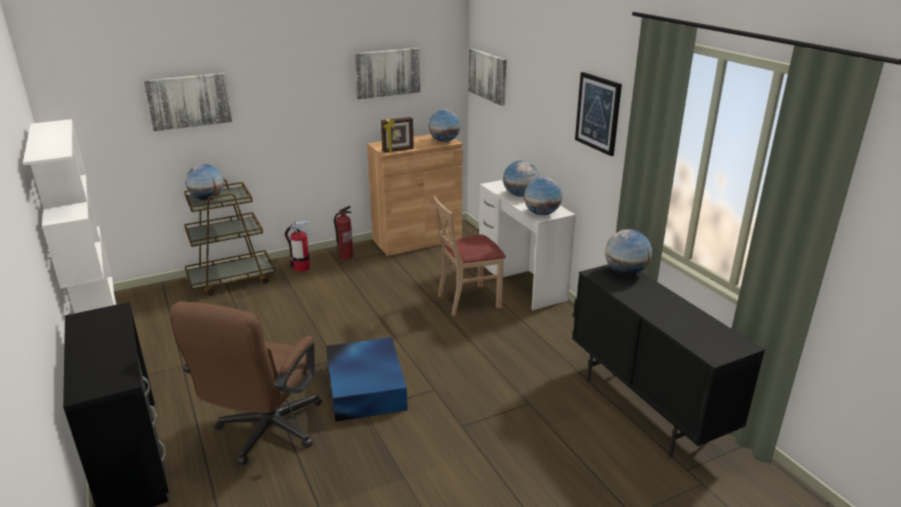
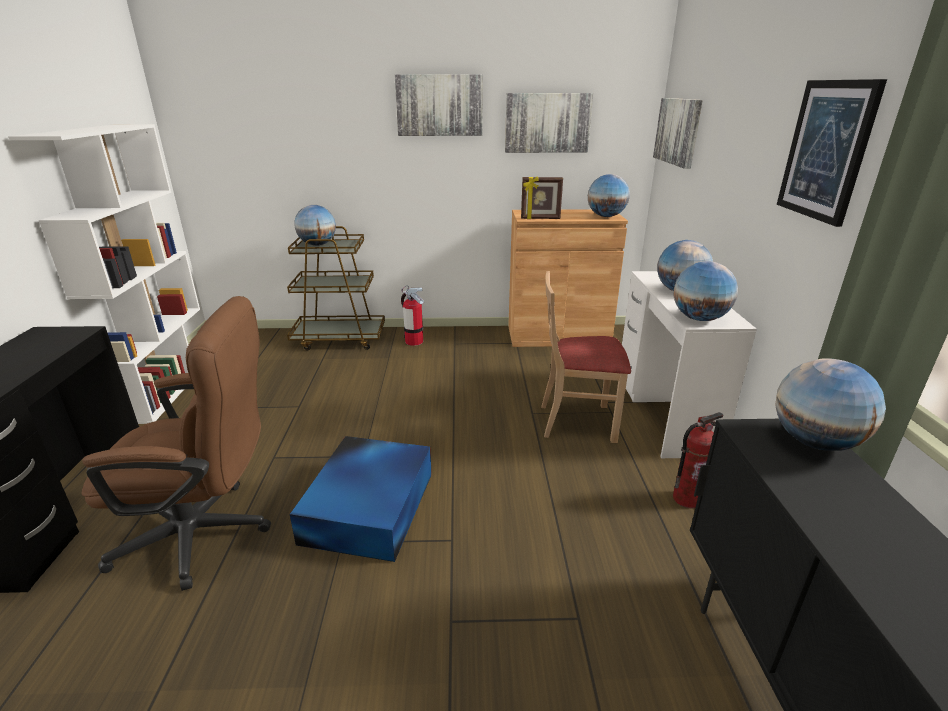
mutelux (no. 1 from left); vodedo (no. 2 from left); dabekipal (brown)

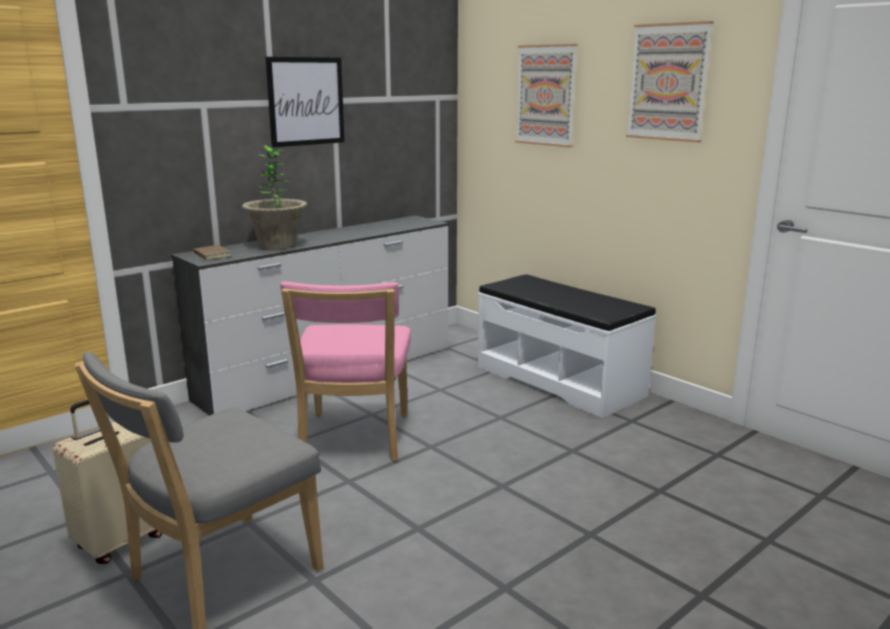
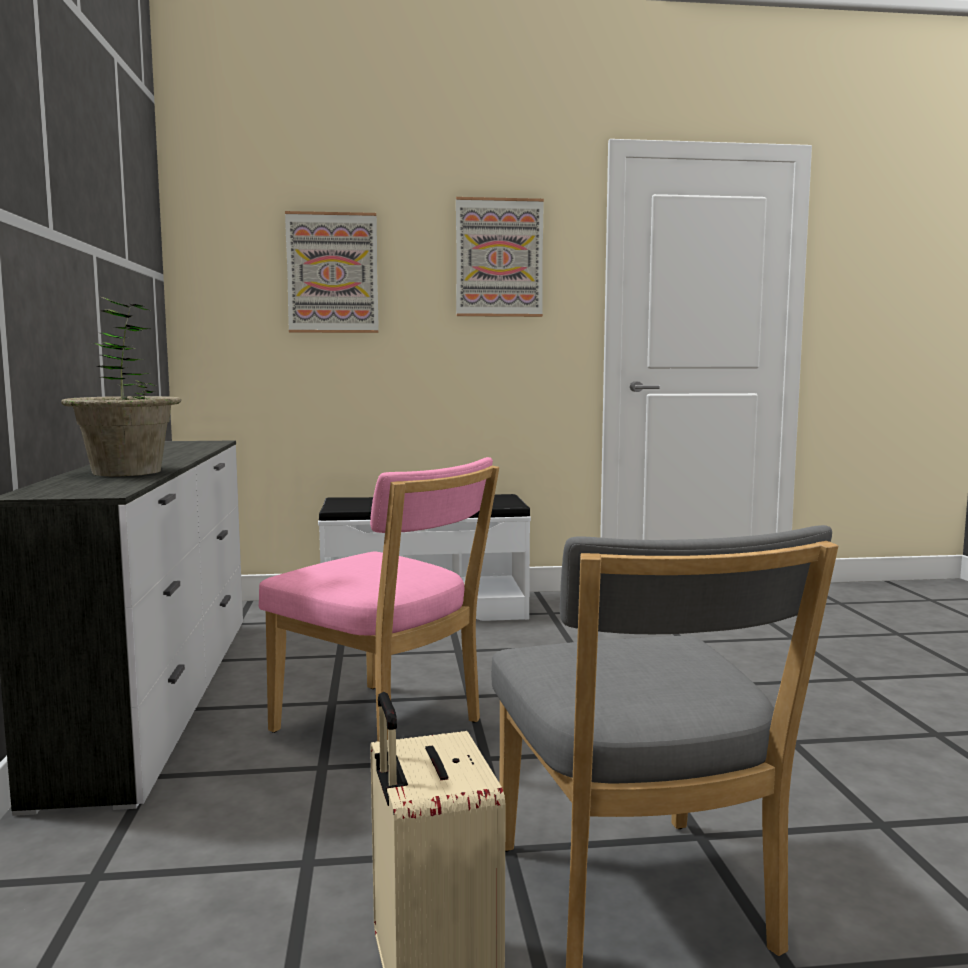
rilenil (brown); mutelux (no. 1 from left in the first image)

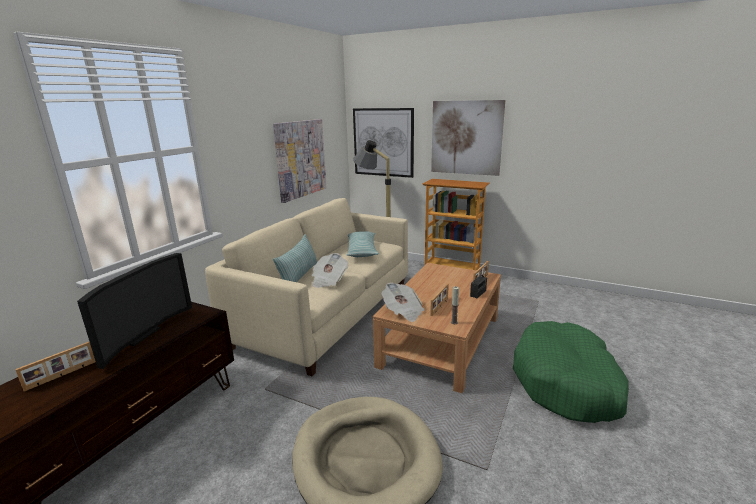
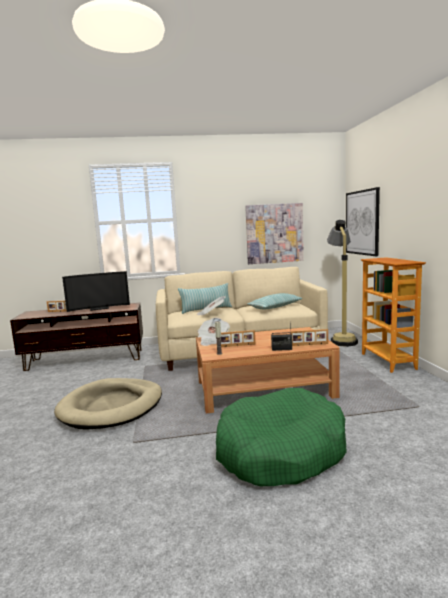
mutelux (no. 3 from left in the first image)

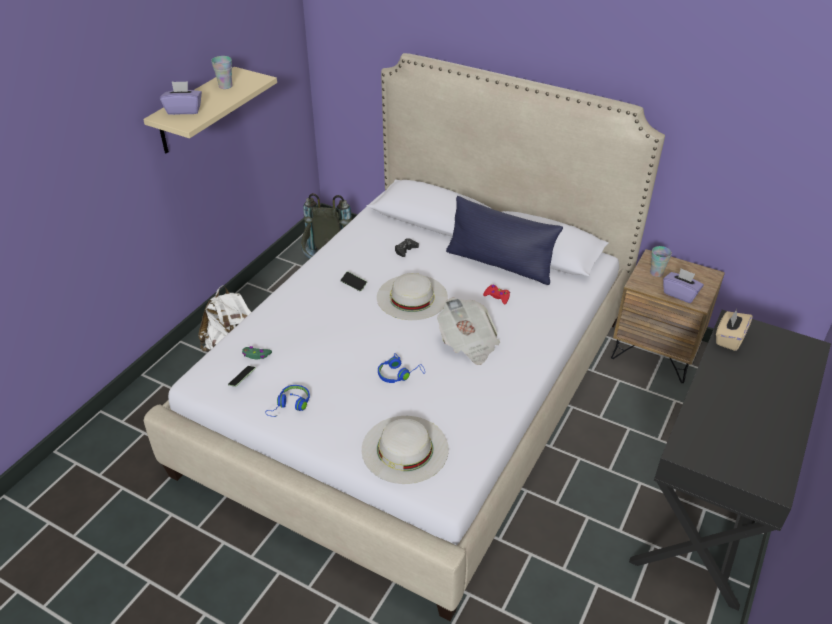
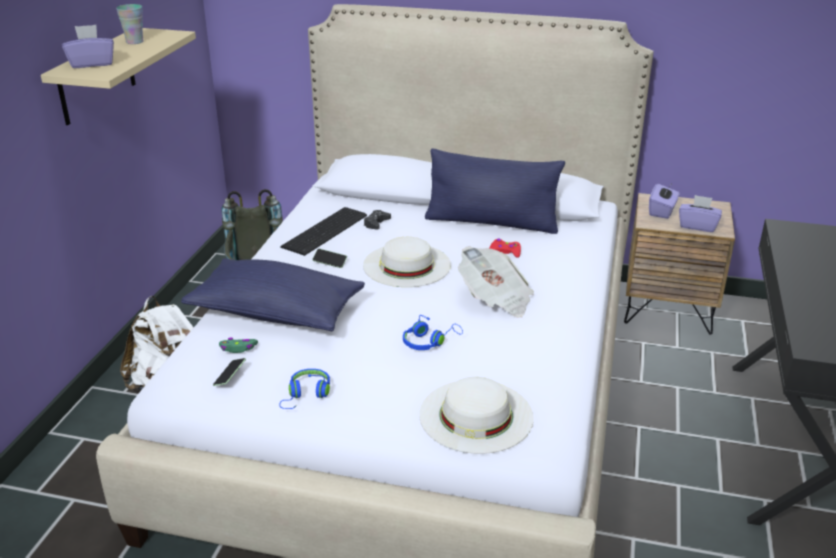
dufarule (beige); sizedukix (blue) (no. 1 from left); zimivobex; dufarule (purple) (no. 2 from left)

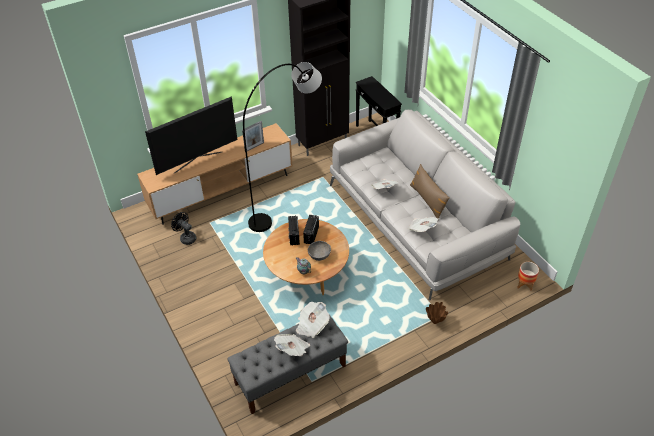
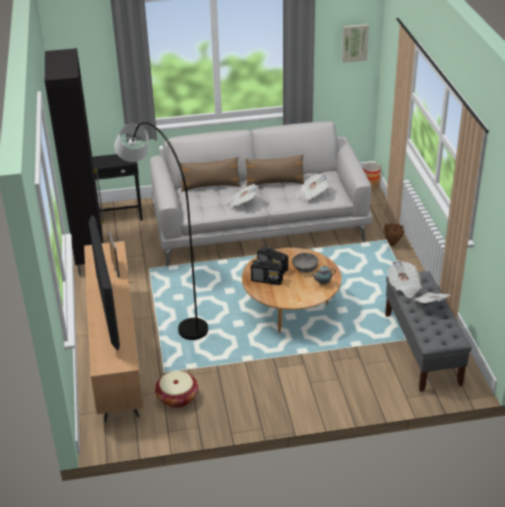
sizedukix (brown) (no. 1 from left); mutelux; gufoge

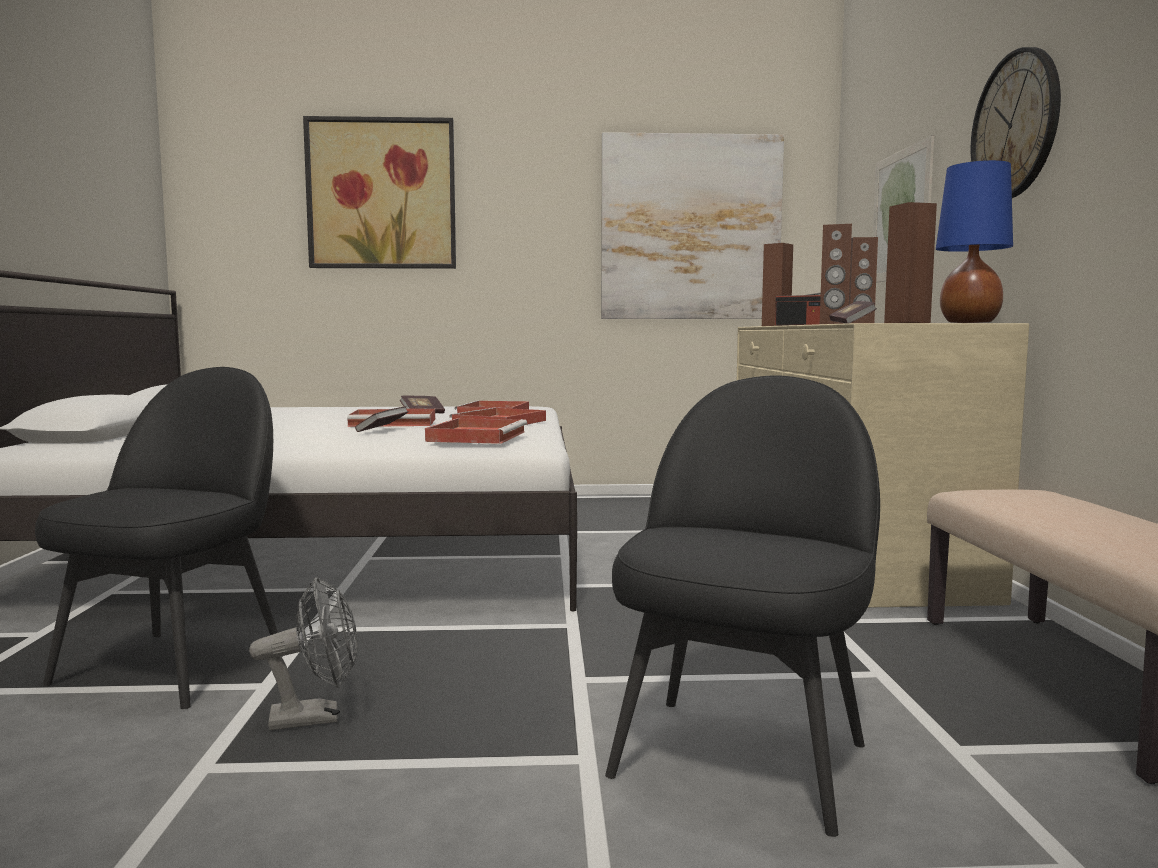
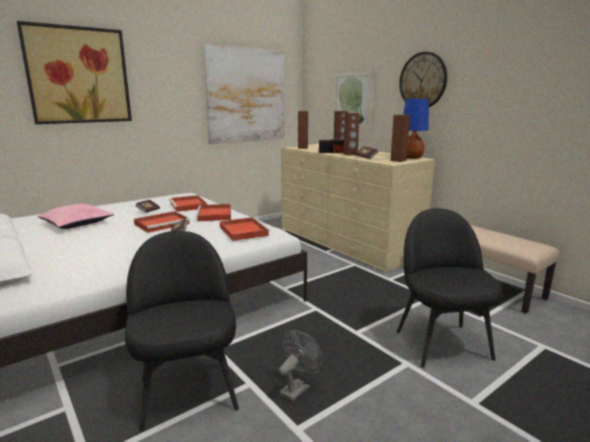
sizedukix (pink)

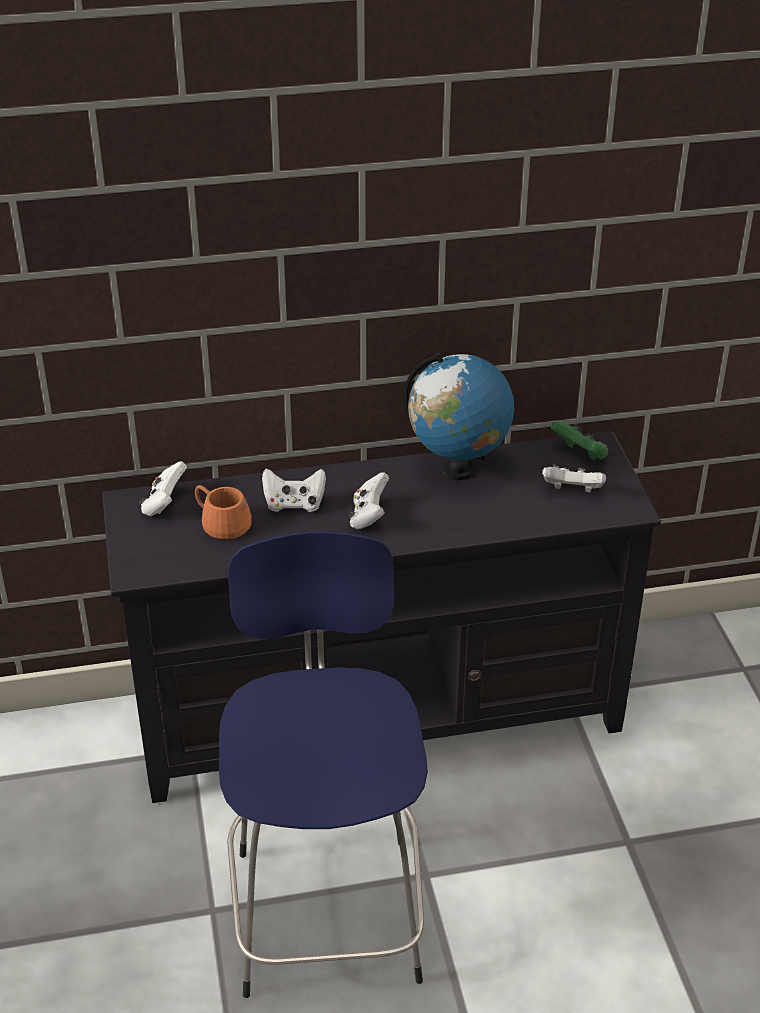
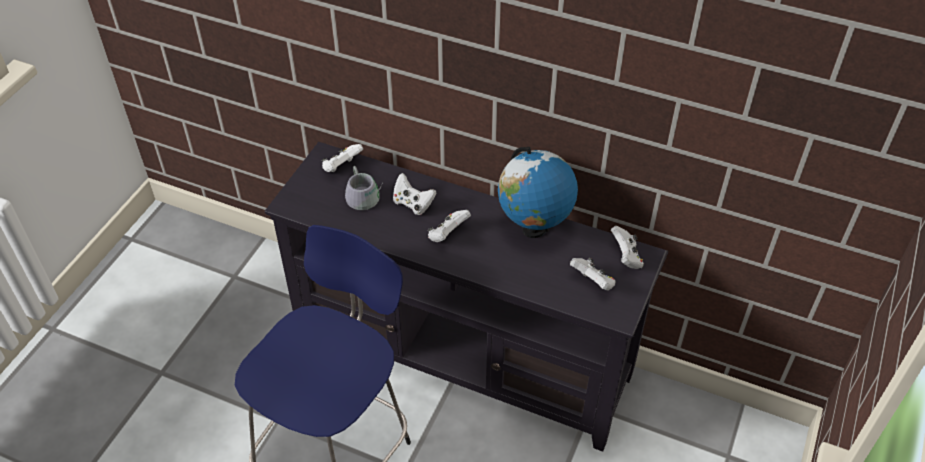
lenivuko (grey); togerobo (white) (no. 5 from left)

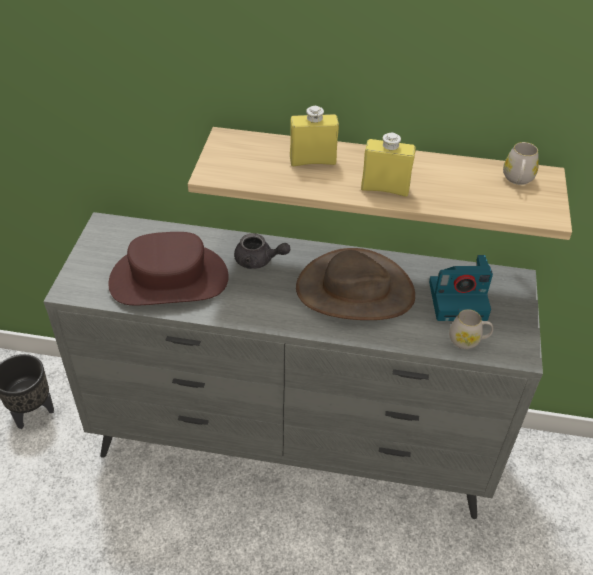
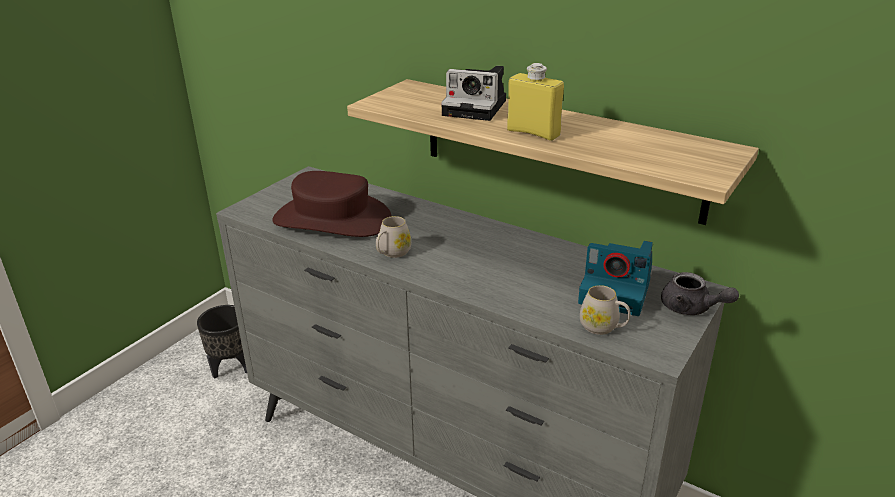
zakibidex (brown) (no. 2 from left in the first image); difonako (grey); lenivuko (white) (no. 1 from left); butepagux (no. 1 from left)

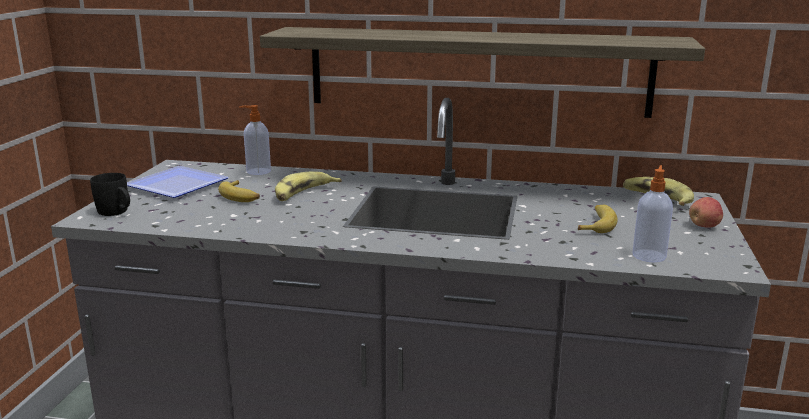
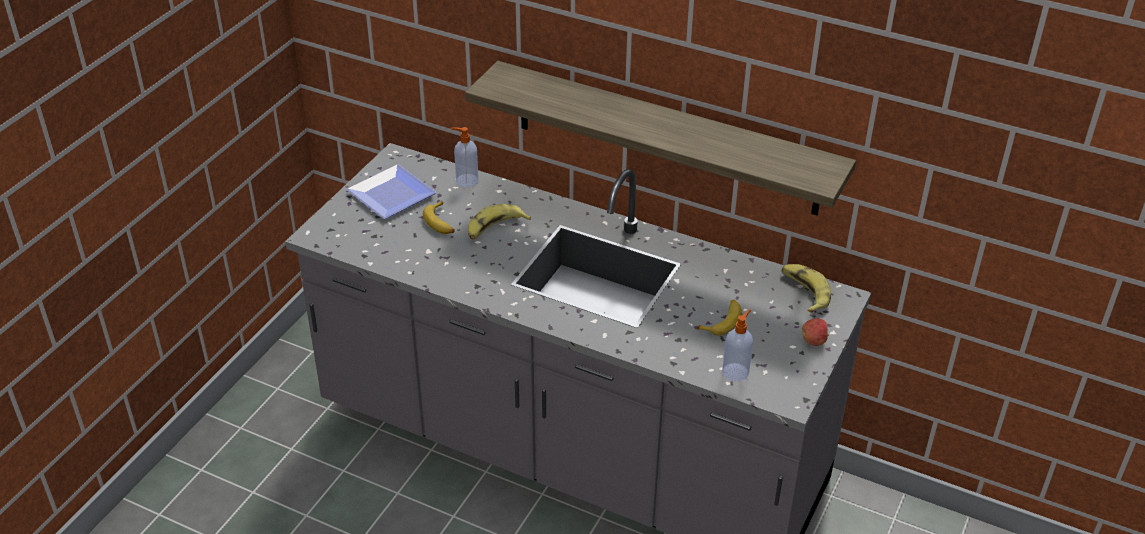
lenivuko (black)

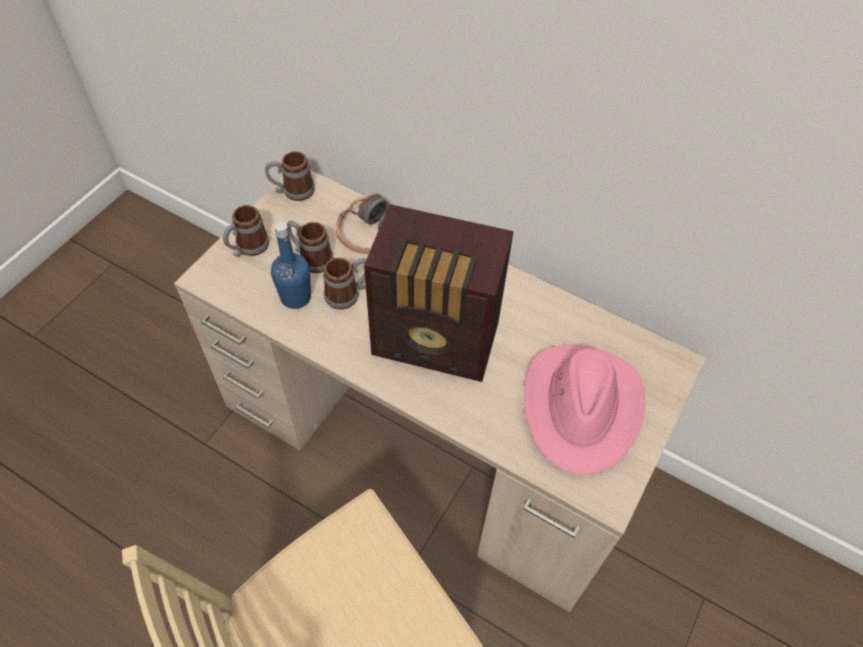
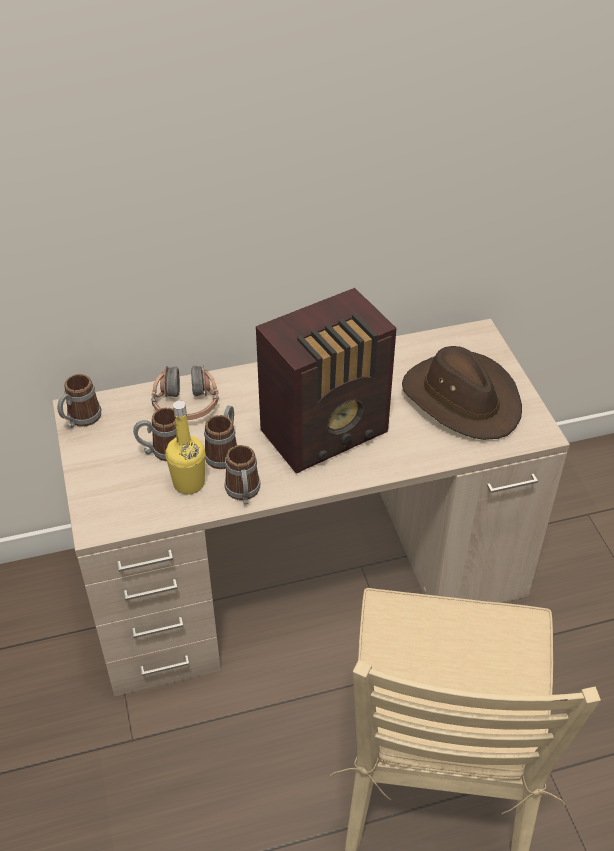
lenivuko (no. 4 from left); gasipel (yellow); zakibidex (brown)

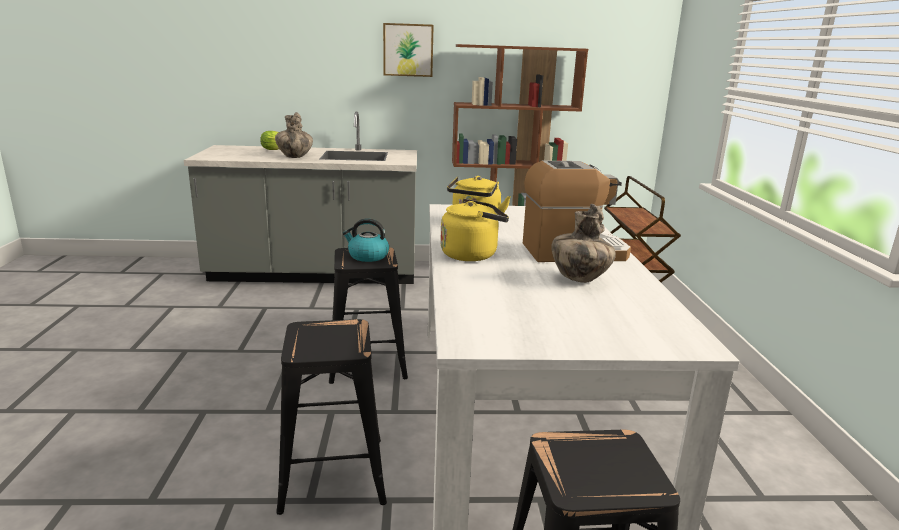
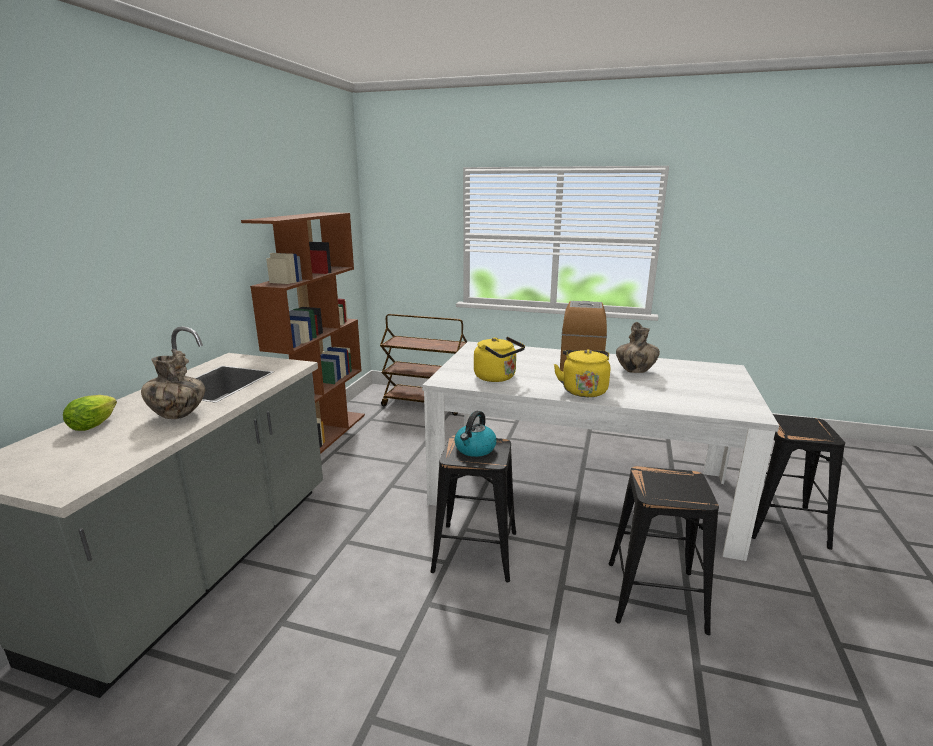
mutelux

